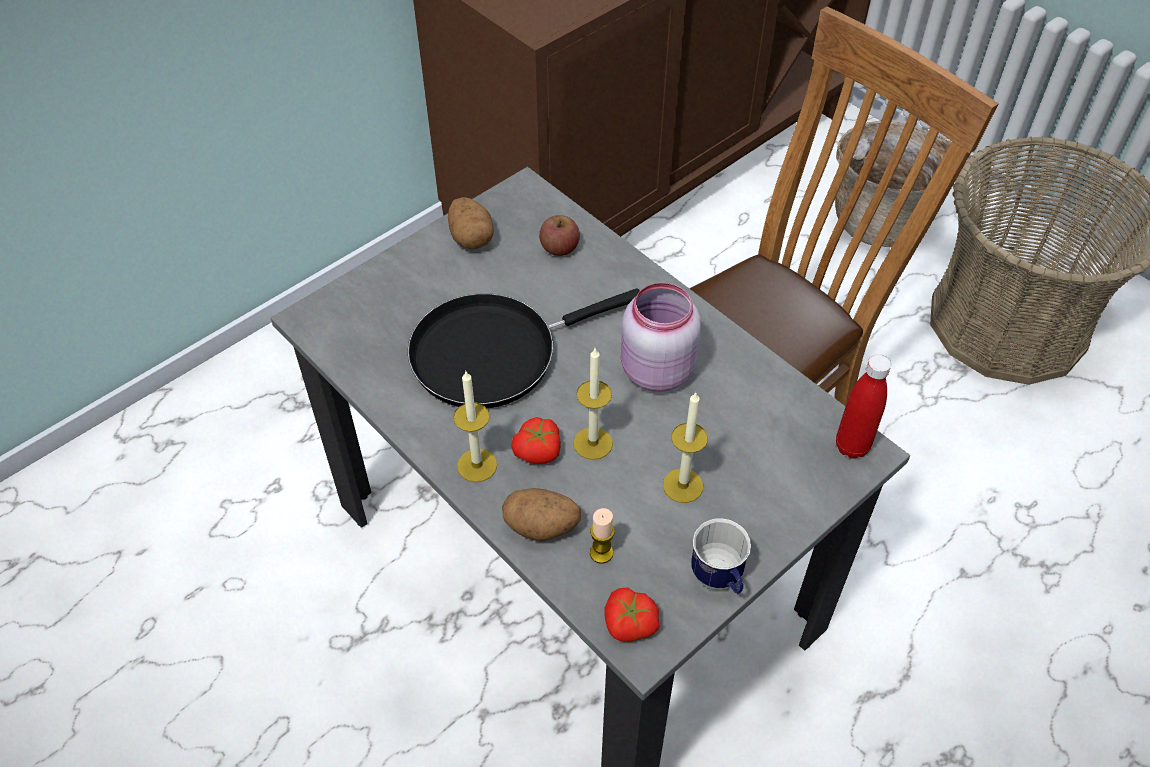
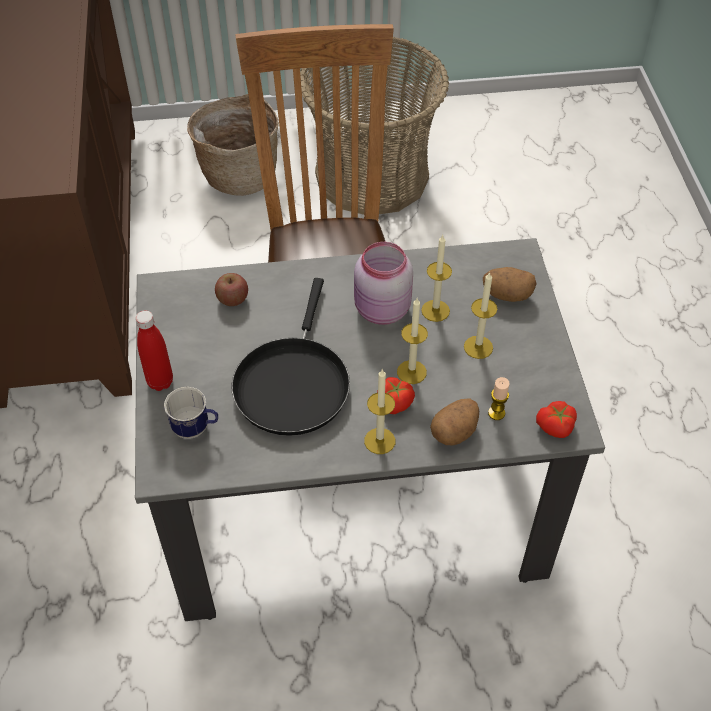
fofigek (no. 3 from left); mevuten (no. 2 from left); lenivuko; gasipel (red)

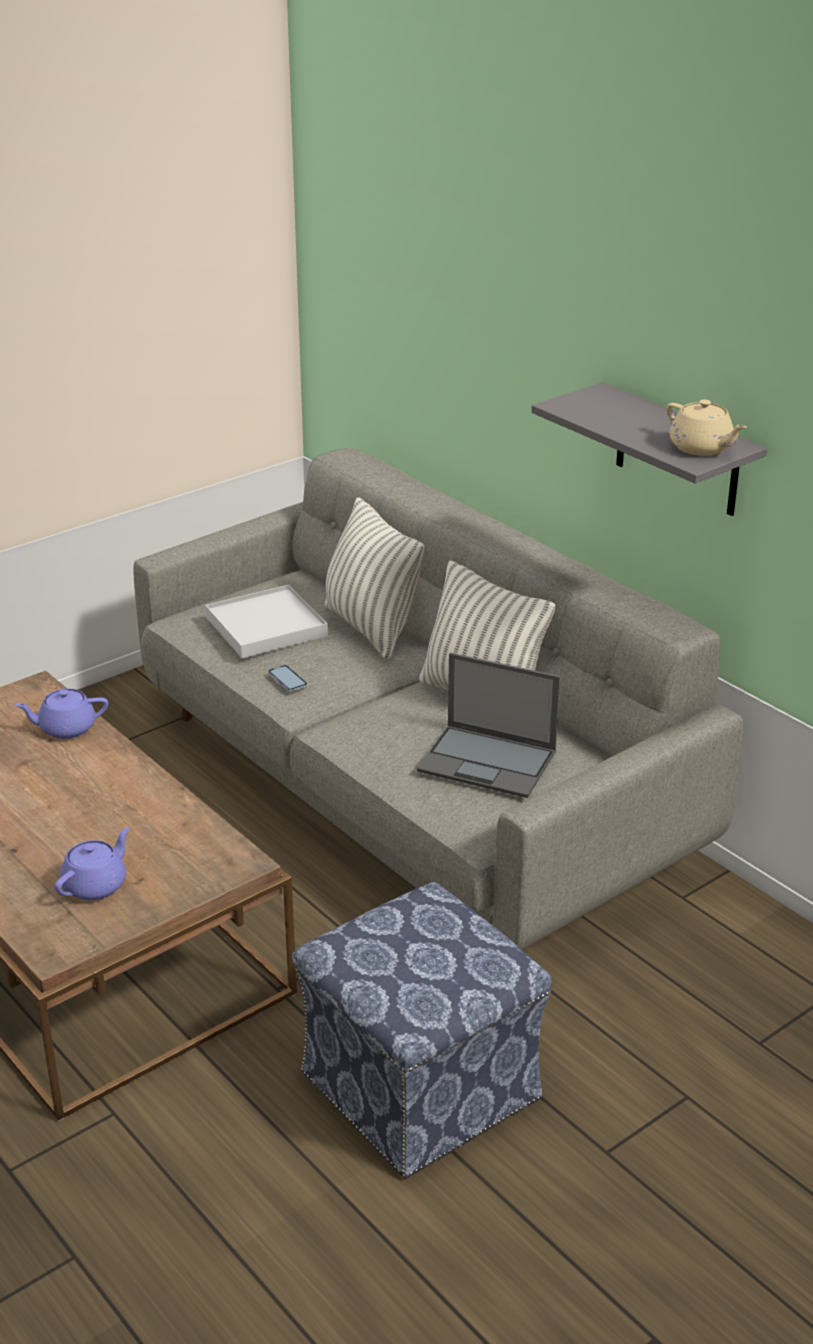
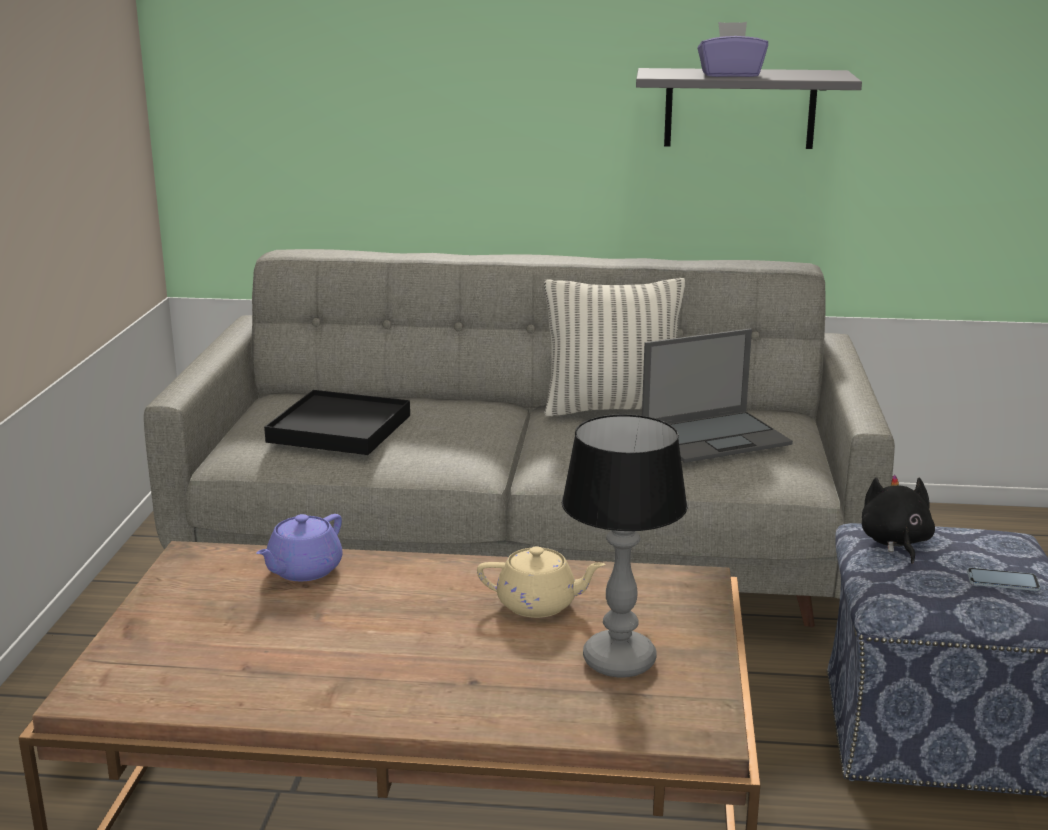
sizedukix (no. 1 from left in the first image); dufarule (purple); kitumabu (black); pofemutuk; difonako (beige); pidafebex; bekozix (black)

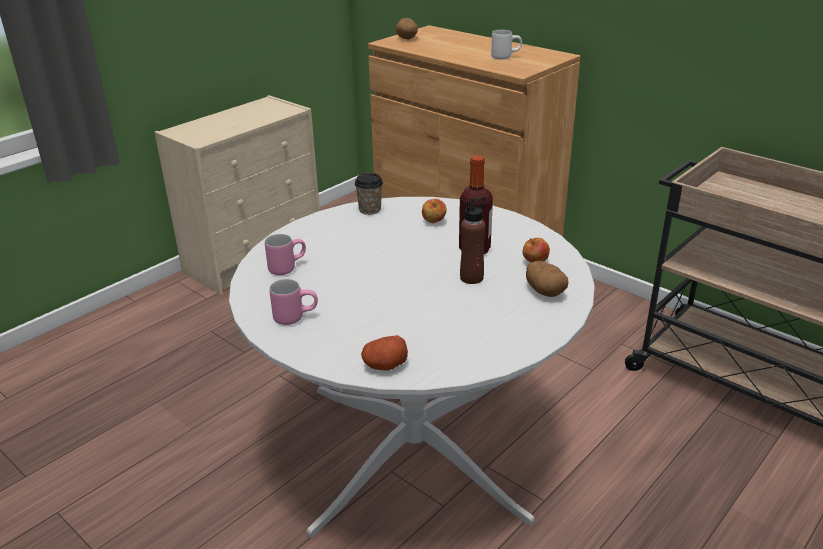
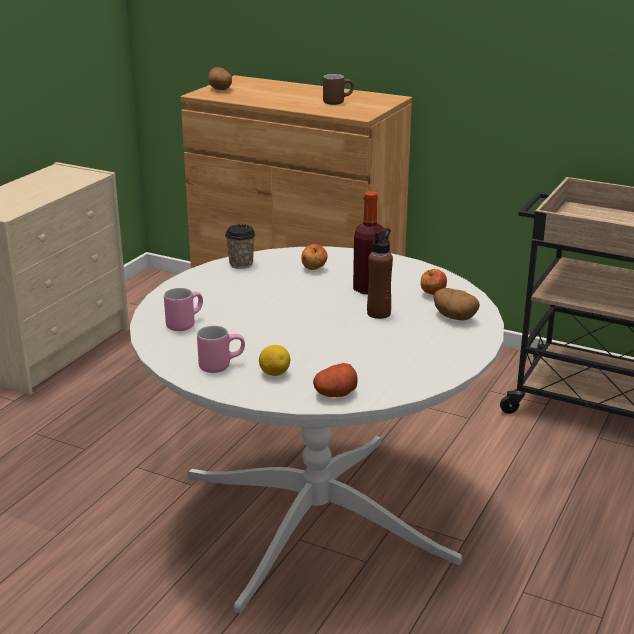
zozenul; lenivuko (brown)

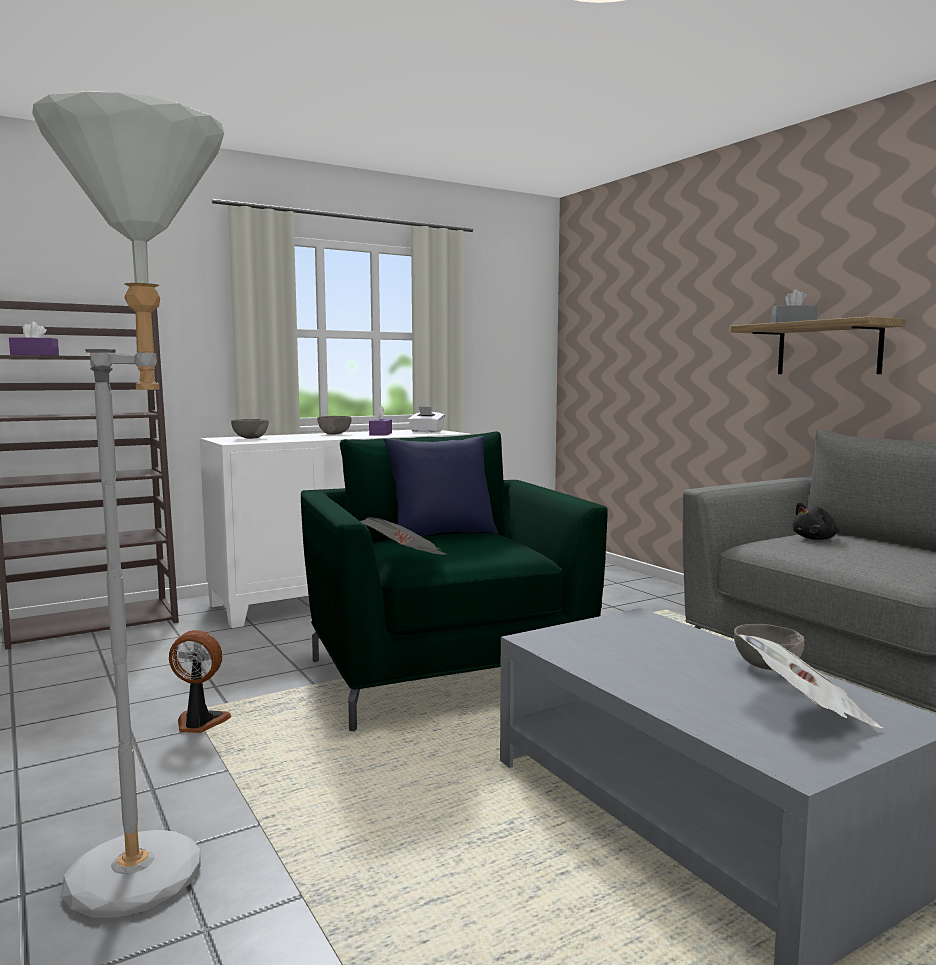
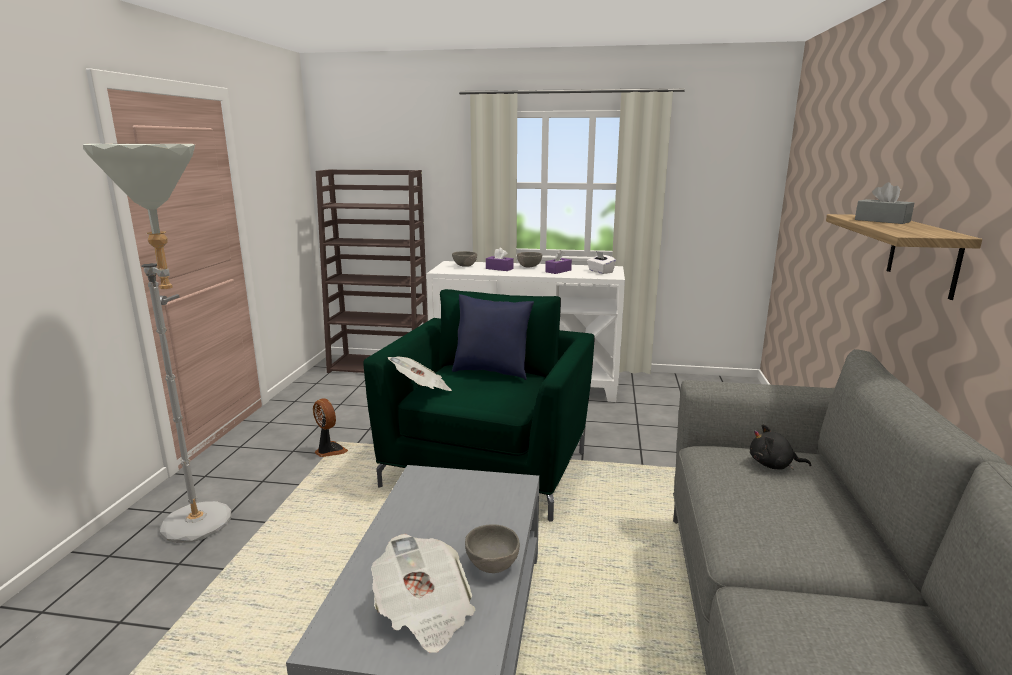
dufarule (purple) (no. 1 from left)

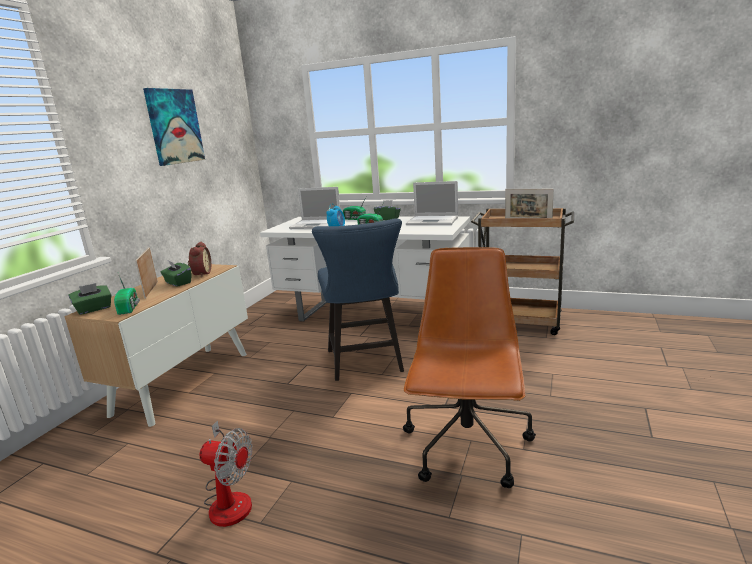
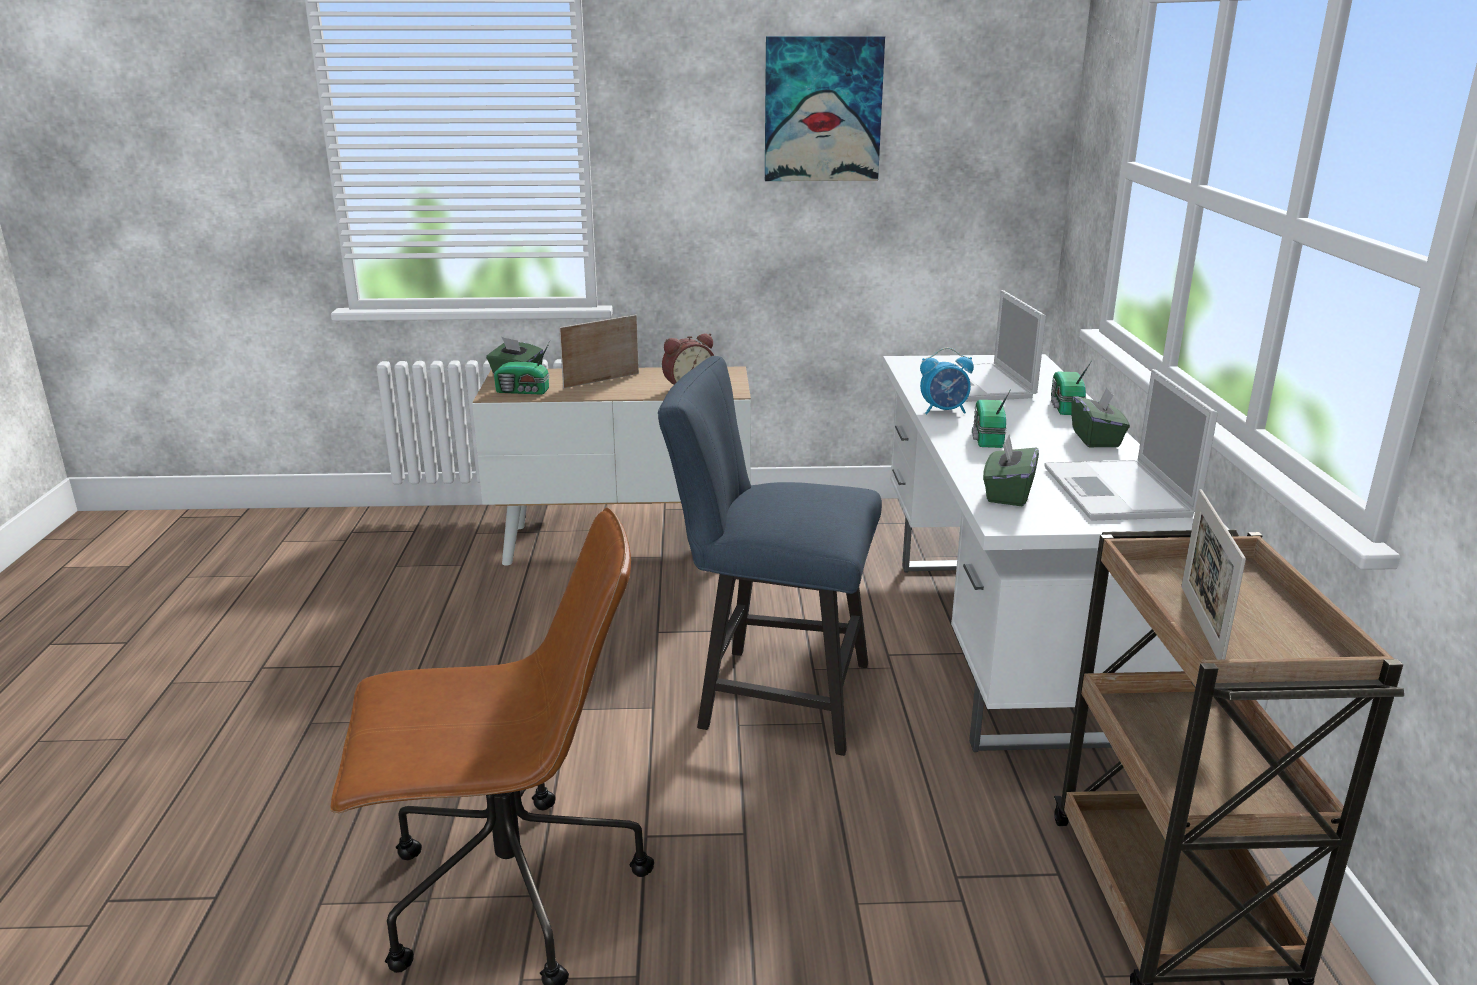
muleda; dufarule (green) (no. 2 from left); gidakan (no. 1 from left); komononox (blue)

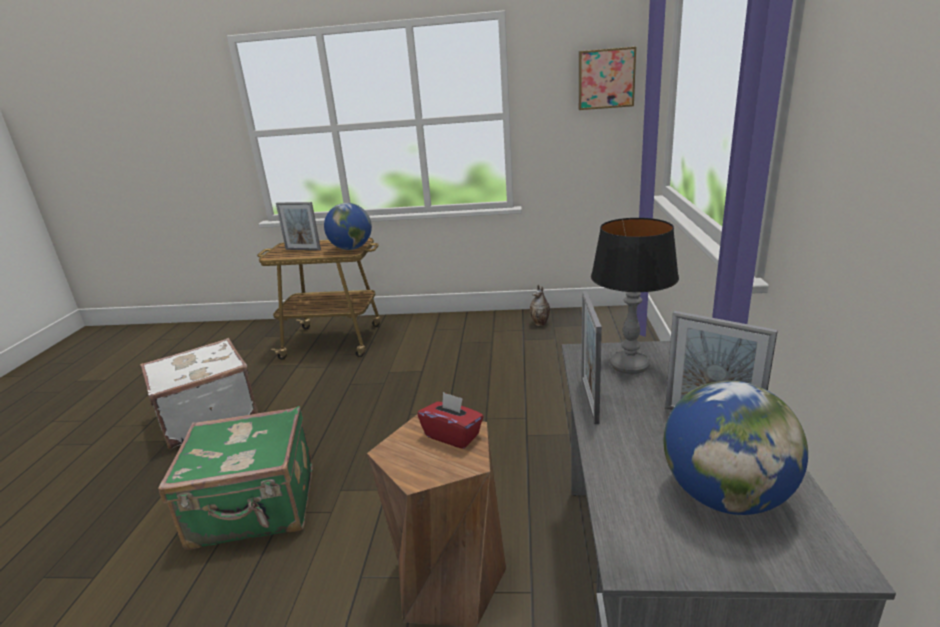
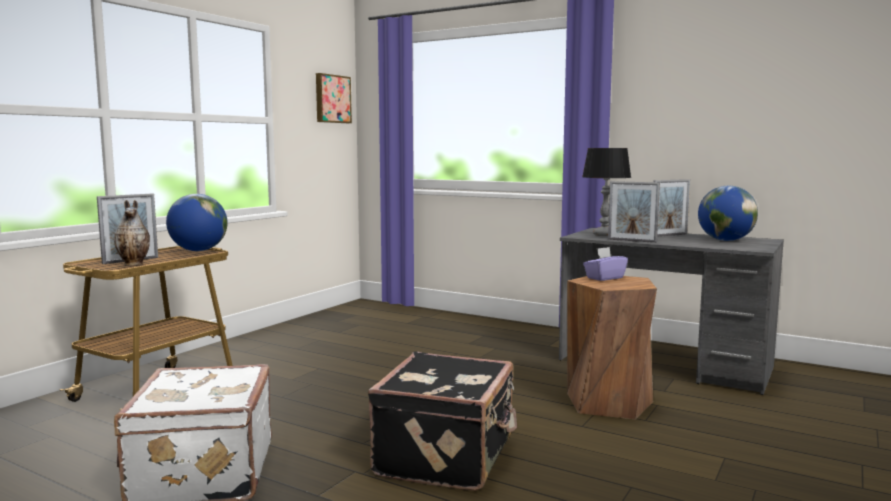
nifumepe; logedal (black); dufarule (purple)

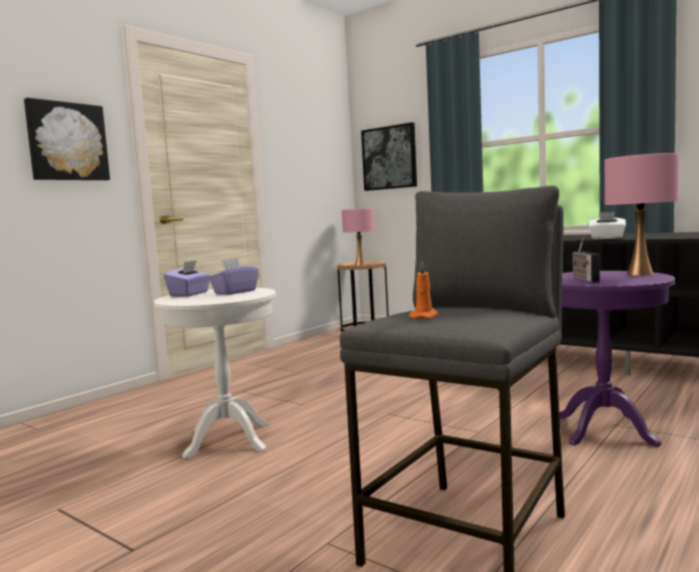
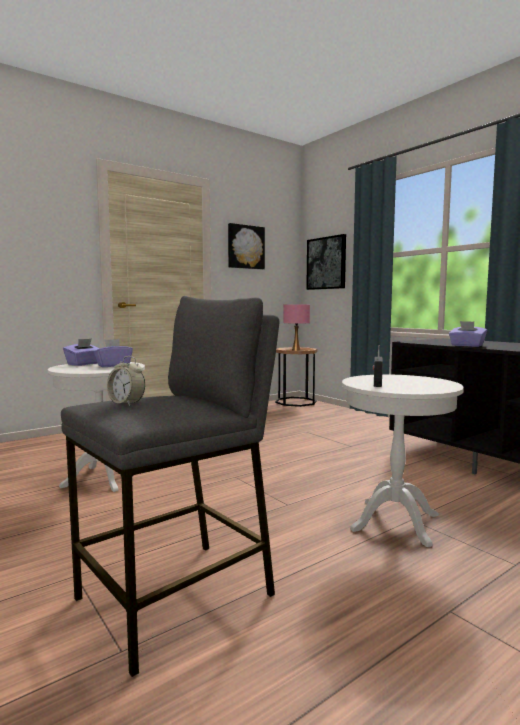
pidafebex (pink) (no. 2 from left in the first image); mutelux (no. 1 from left); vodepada; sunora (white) (no. 2 from left); dufarule (purple) (no. 3 from left)

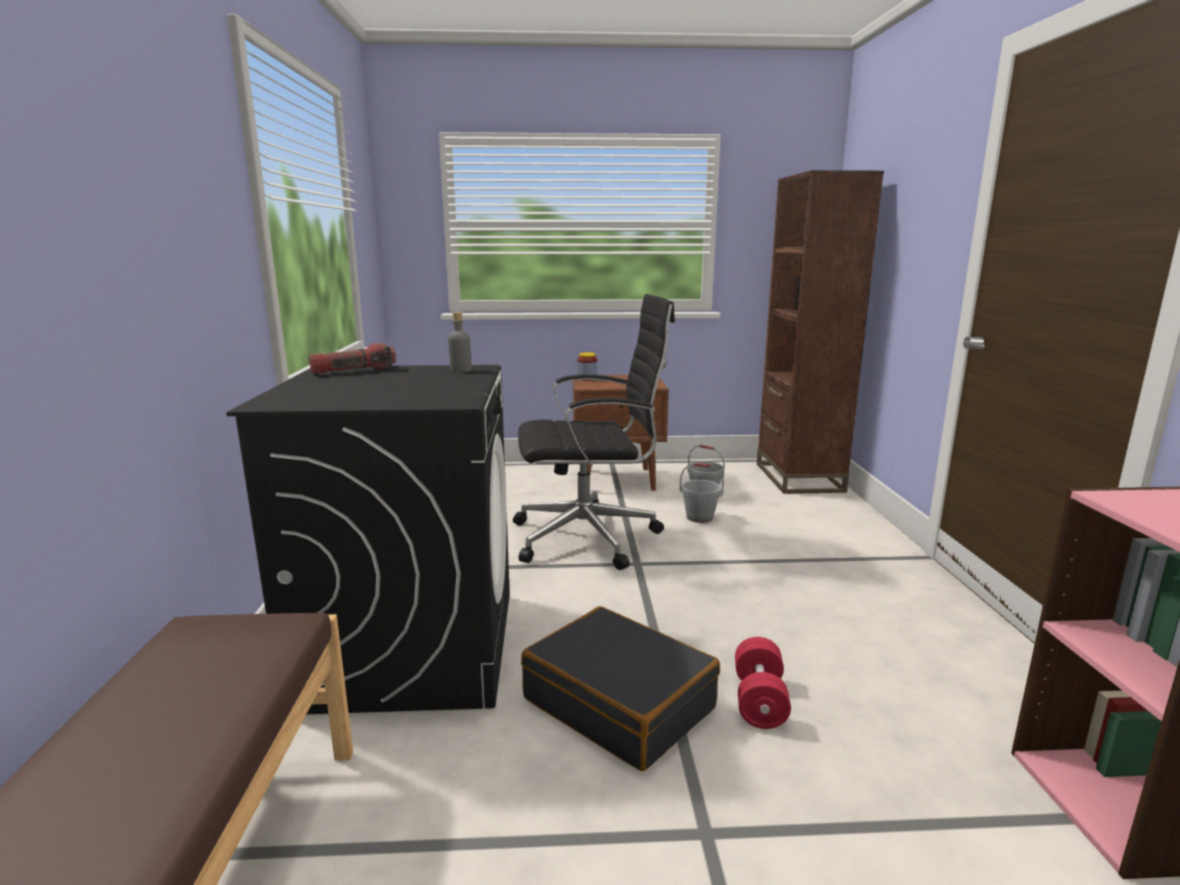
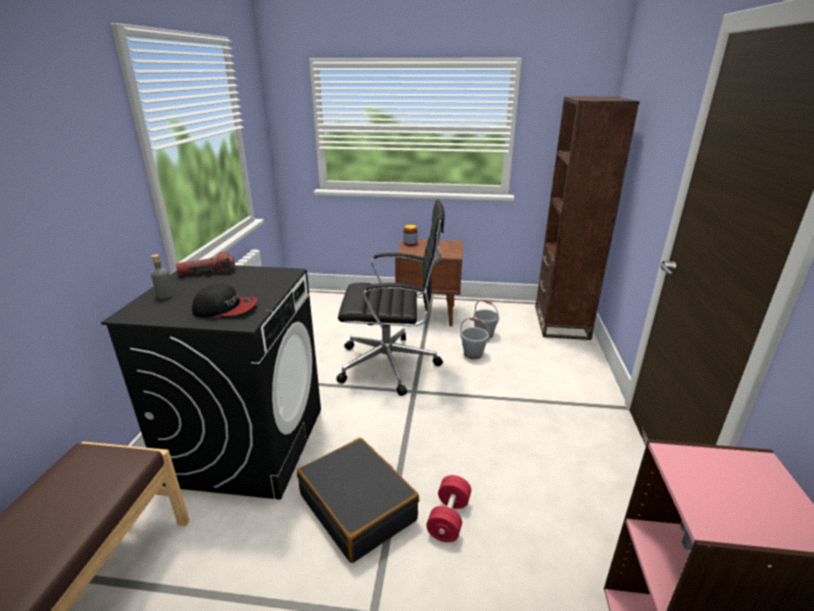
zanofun; gasipel (grey)

